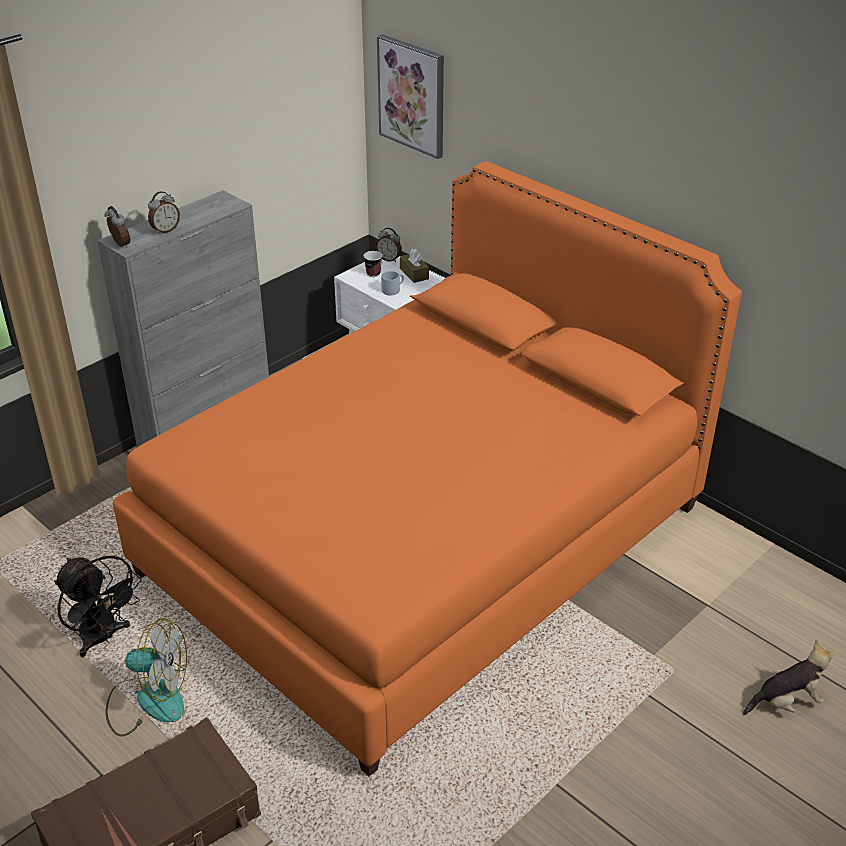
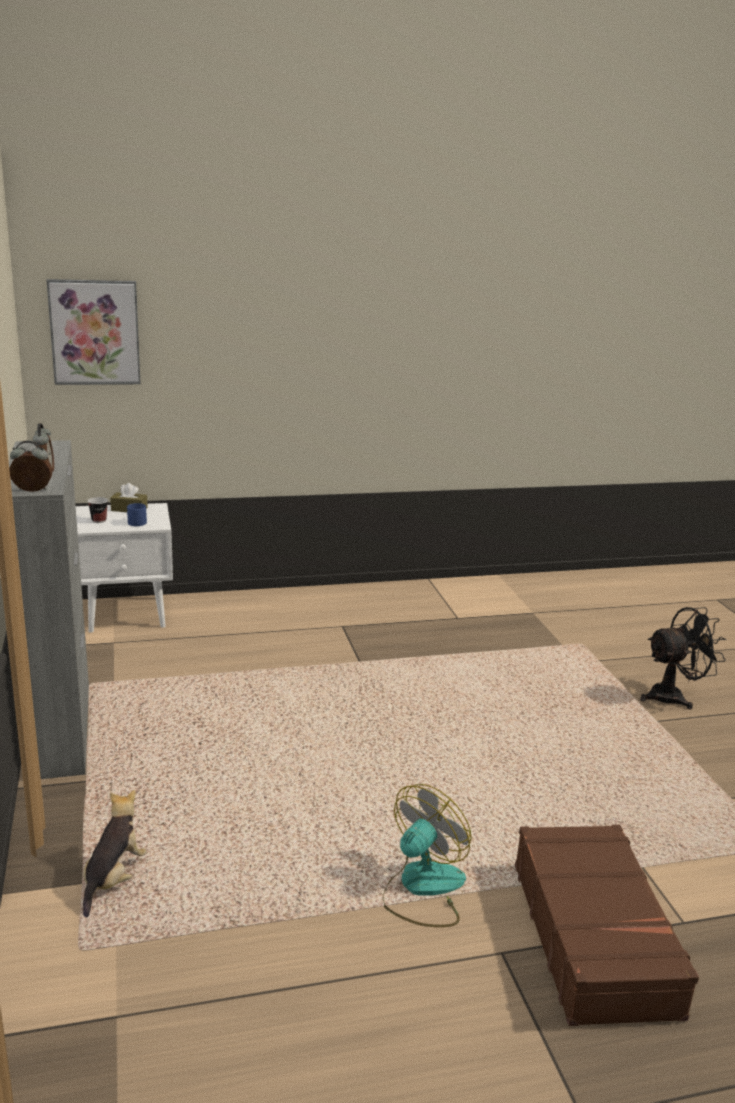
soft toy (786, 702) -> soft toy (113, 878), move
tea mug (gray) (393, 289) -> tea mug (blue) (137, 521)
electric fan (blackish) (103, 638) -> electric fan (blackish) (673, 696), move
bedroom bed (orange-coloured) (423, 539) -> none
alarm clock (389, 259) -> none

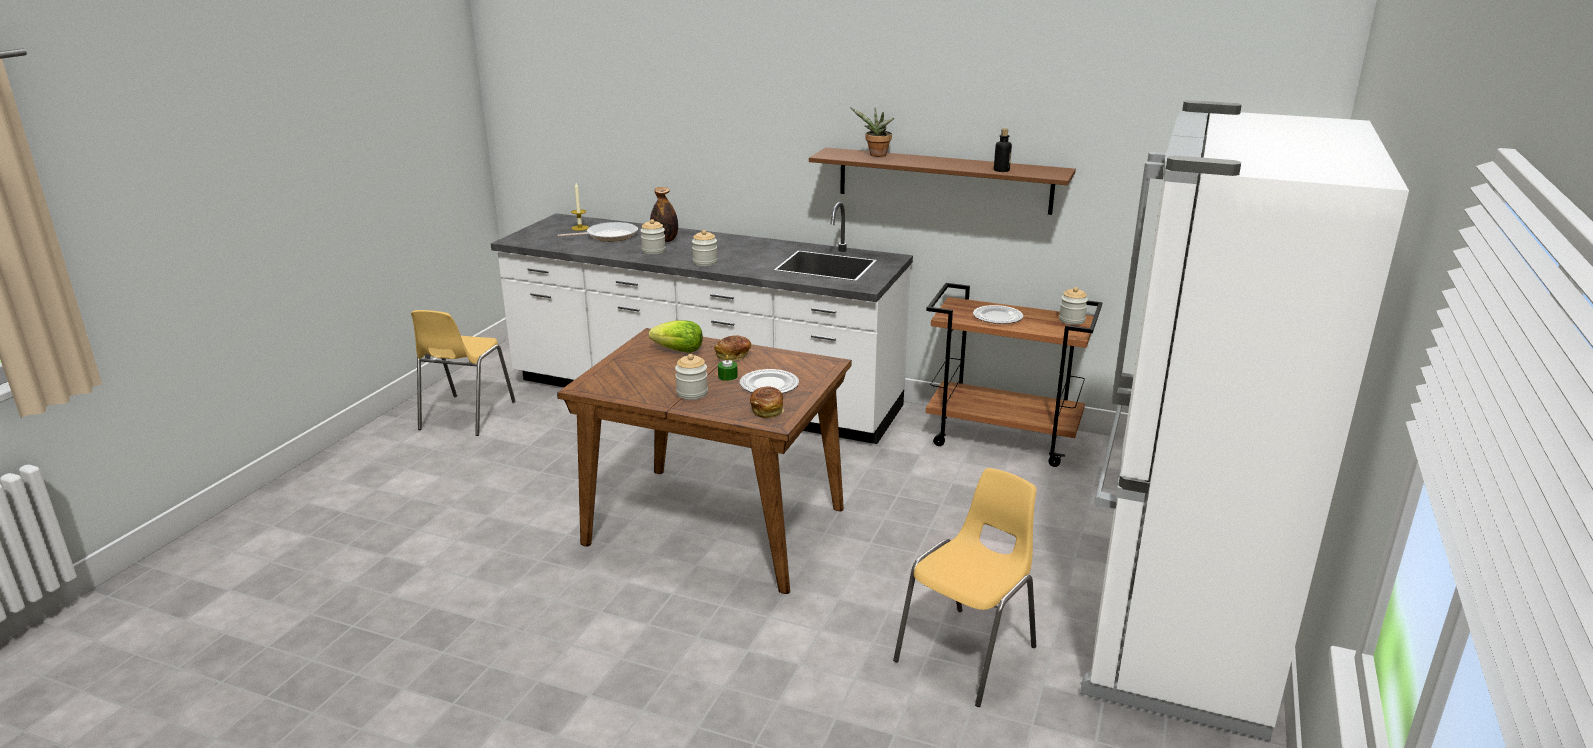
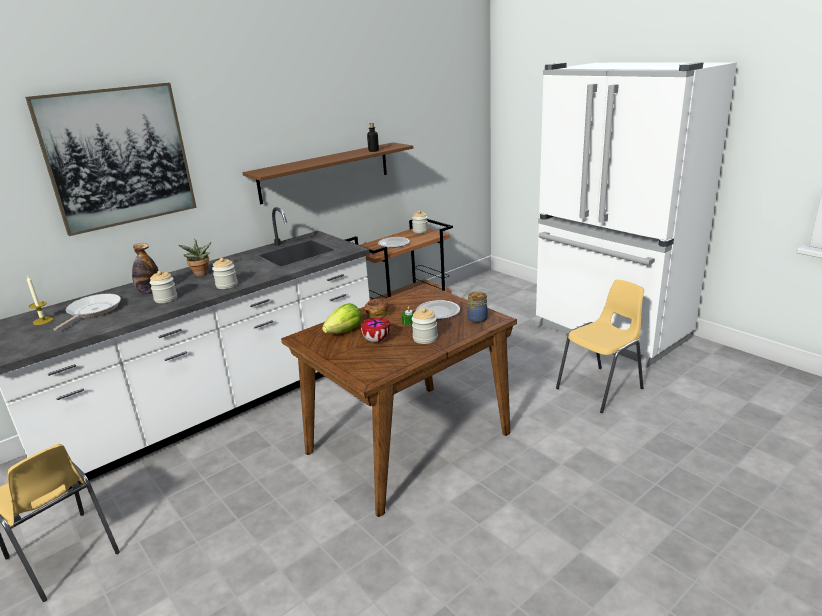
none -> wall art (118, 157)
potted plant (876, 155) -> potted plant (201, 275), move
none -> serving bowl (376, 340)
baked bread (767, 410) -> jar (476, 319)
chair (yellow) (968, 654) -> chair (yellow) (601, 389), 75 degrees clockwise

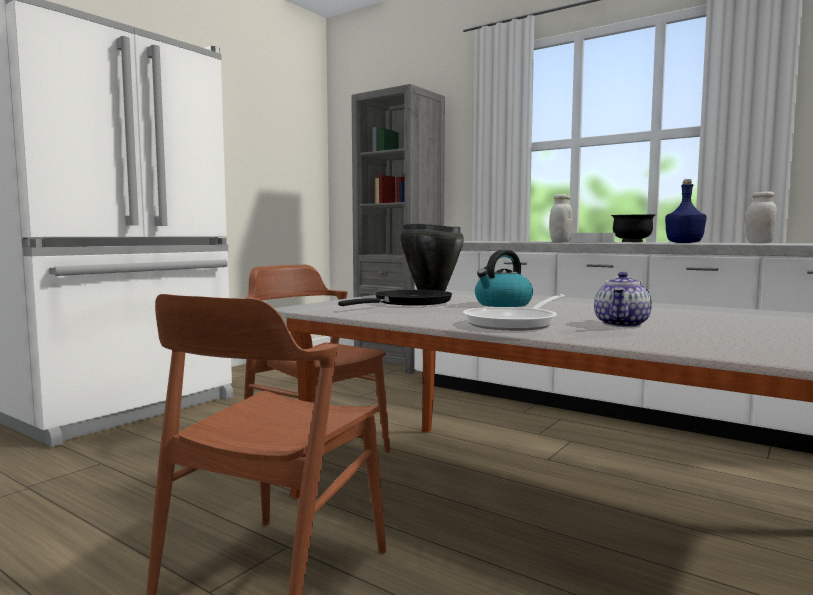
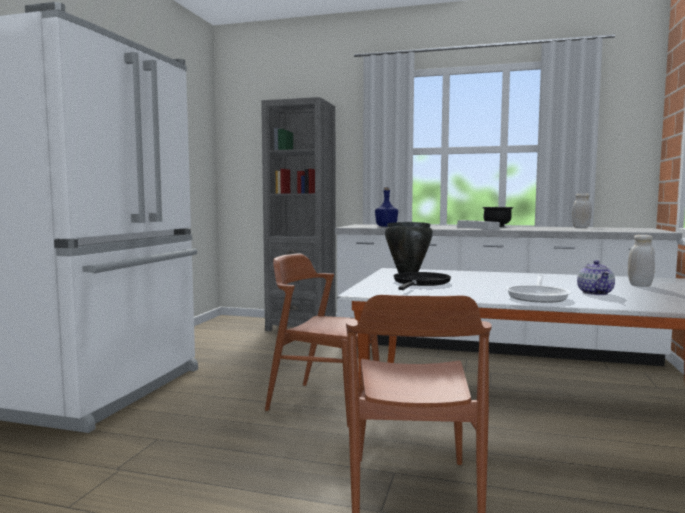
beverage bottle (blue) (683, 243) -> beverage bottle (blue) (386, 226), move
jar (white-coloured) (560, 242) -> jar (white-coloured) (639, 285), move
water kettle (502, 304) -> none

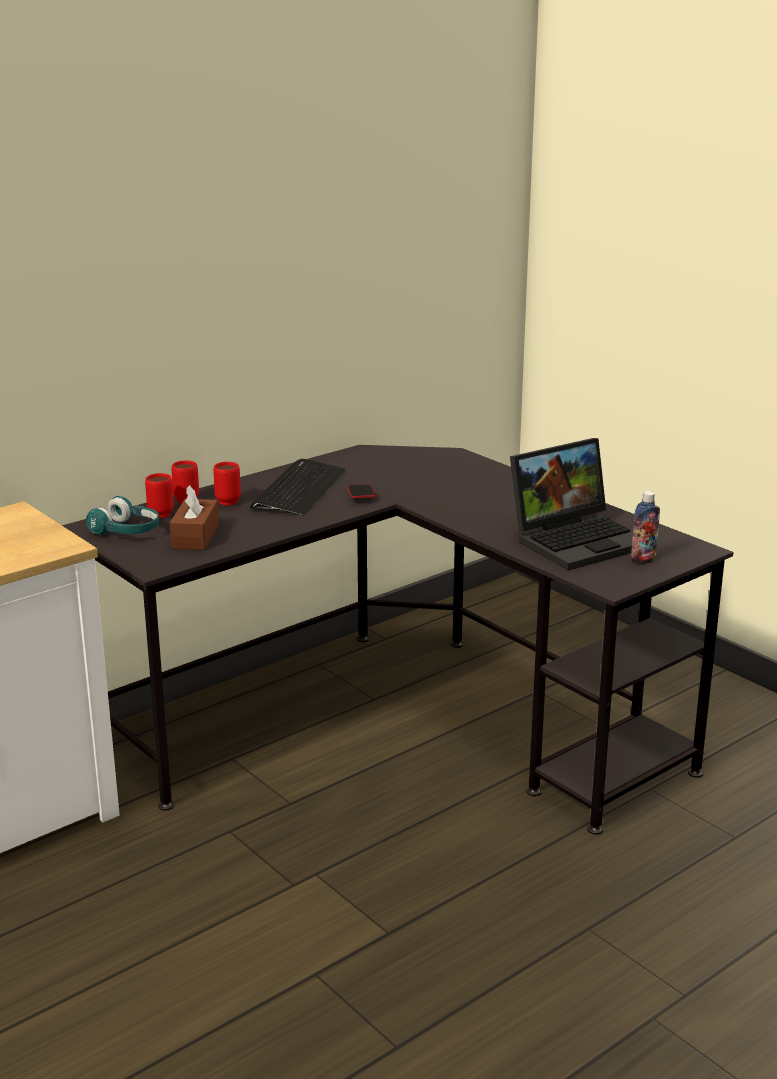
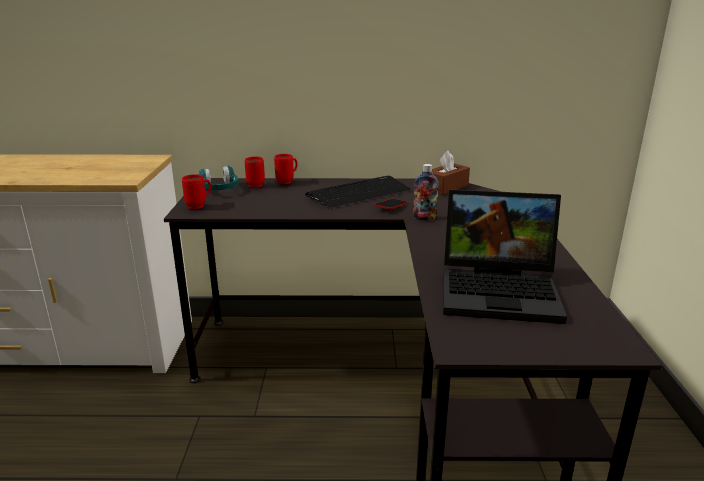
tea mug (red-coloured) (229, 500) -> tea mug (red-coloured) (200, 206), move
beverage bottle (643, 560) -> beverage bottle (424, 218), move
box of tissues (brown-coloured) (195, 536) -> box of tissues (brown-coloured) (446, 187), move

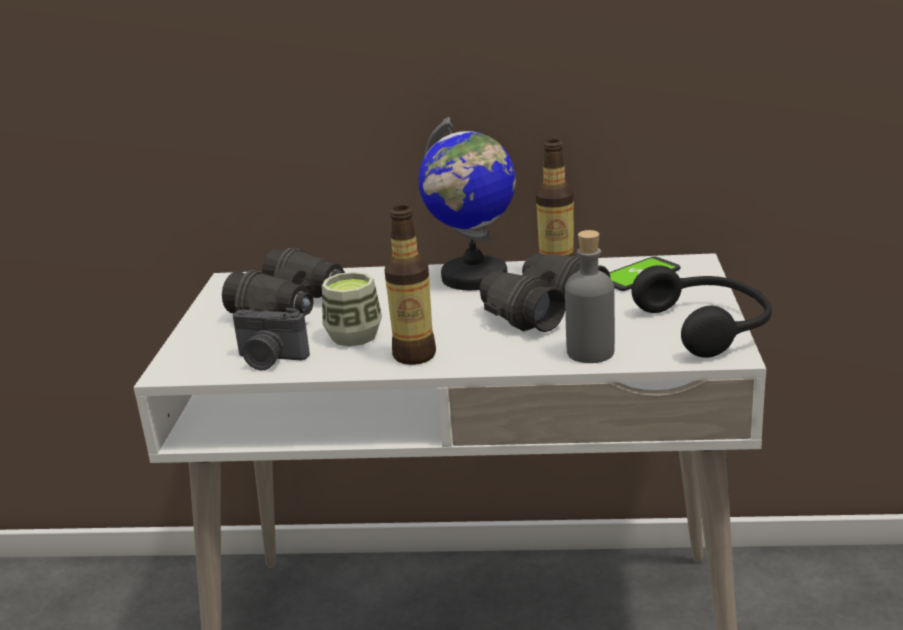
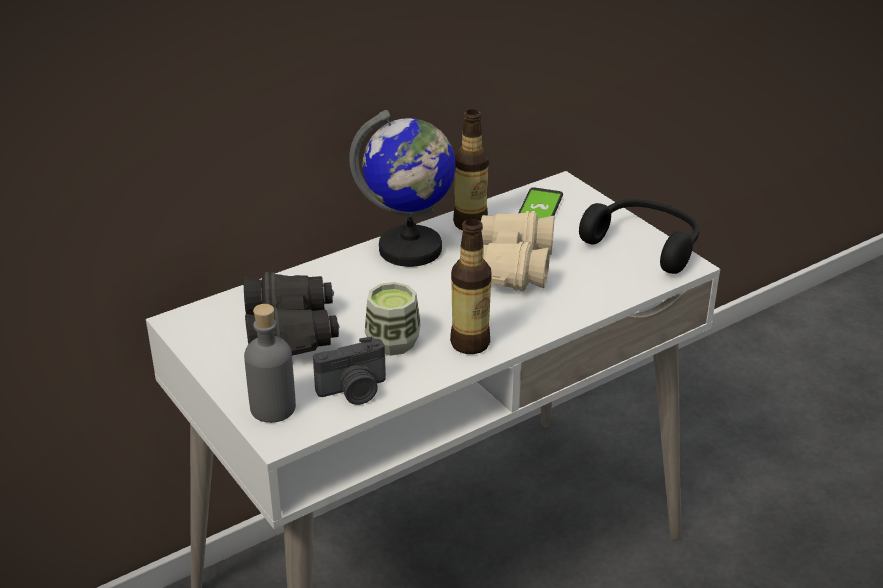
beverage bottle (gray) (590, 352) -> beverage bottle (gray) (273, 408), move
field glasses (blackish) (540, 310) -> field glasses (beige) (508, 266)

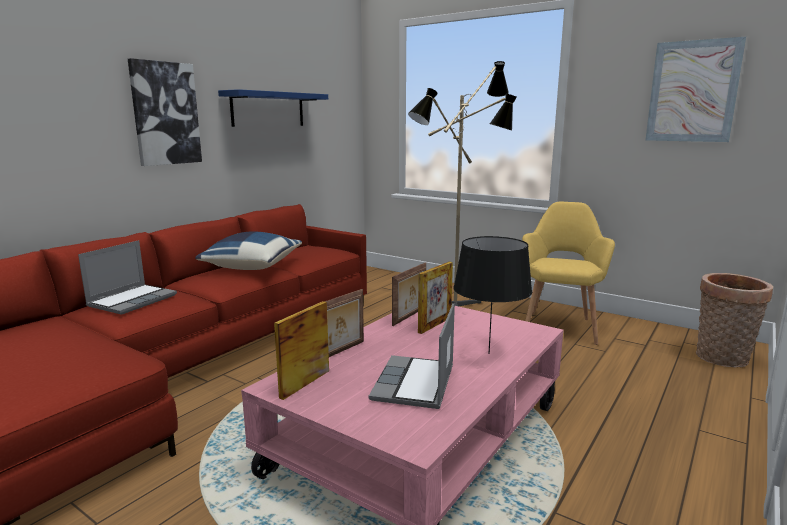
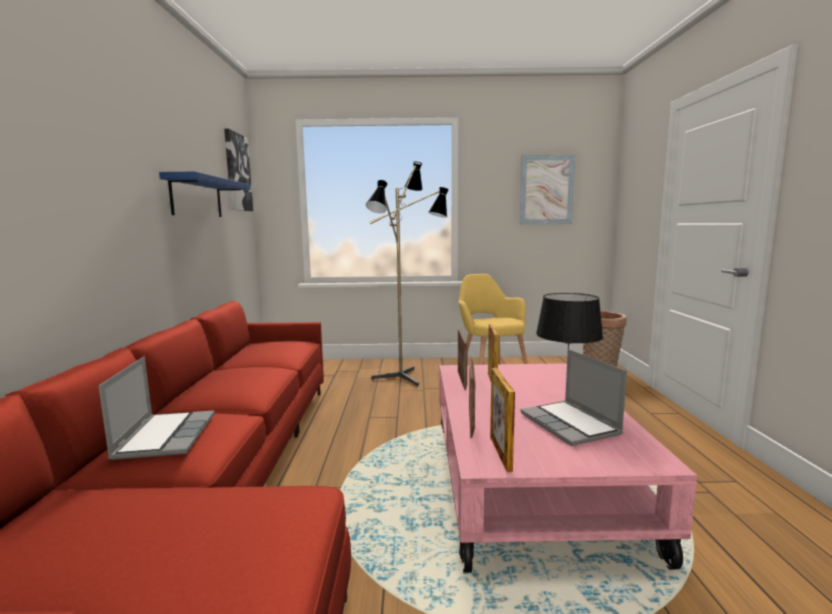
wall art (165, 113) -> wall art (237, 172), move
throw pillow (blue) (252, 266) -> none

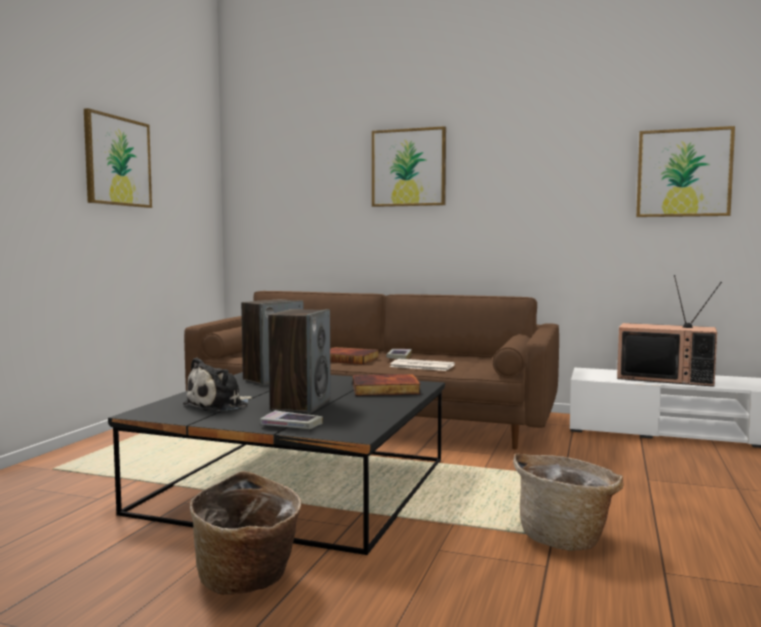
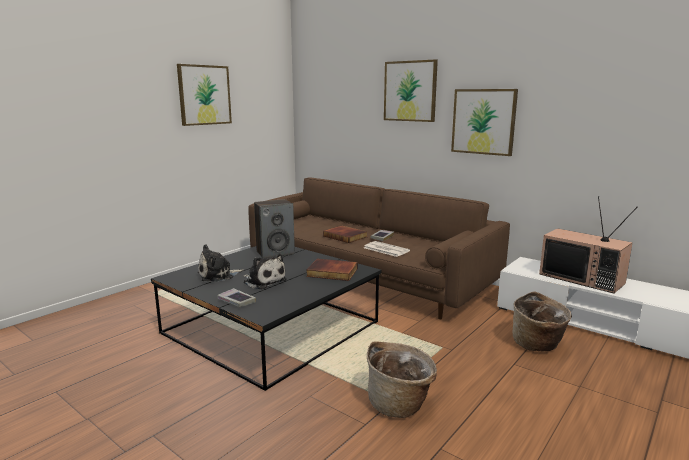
audio speaker (300, 404) -> soft toy (263, 281)
wall art (683, 173) -> wall art (483, 121), move
basket (248, 580) -> basket (537, 345), move

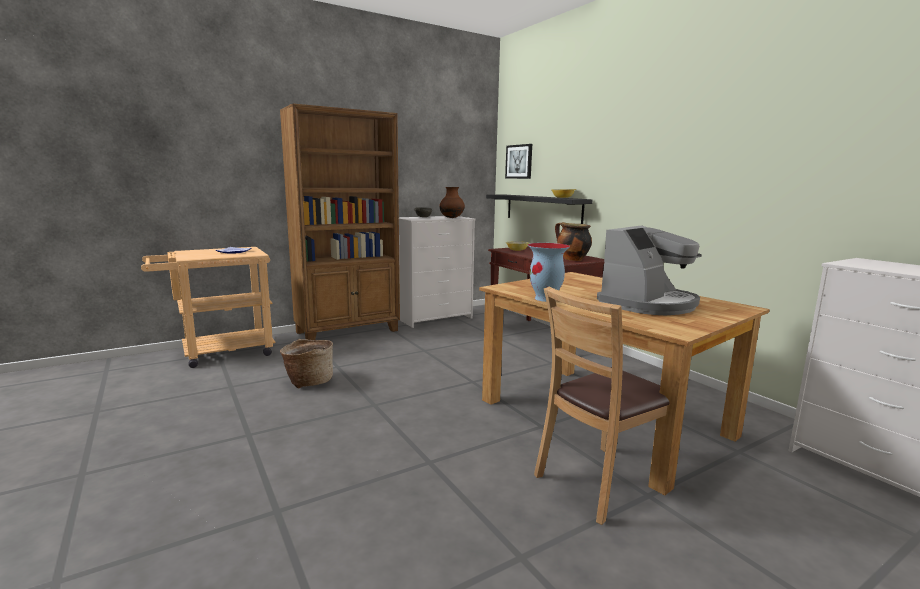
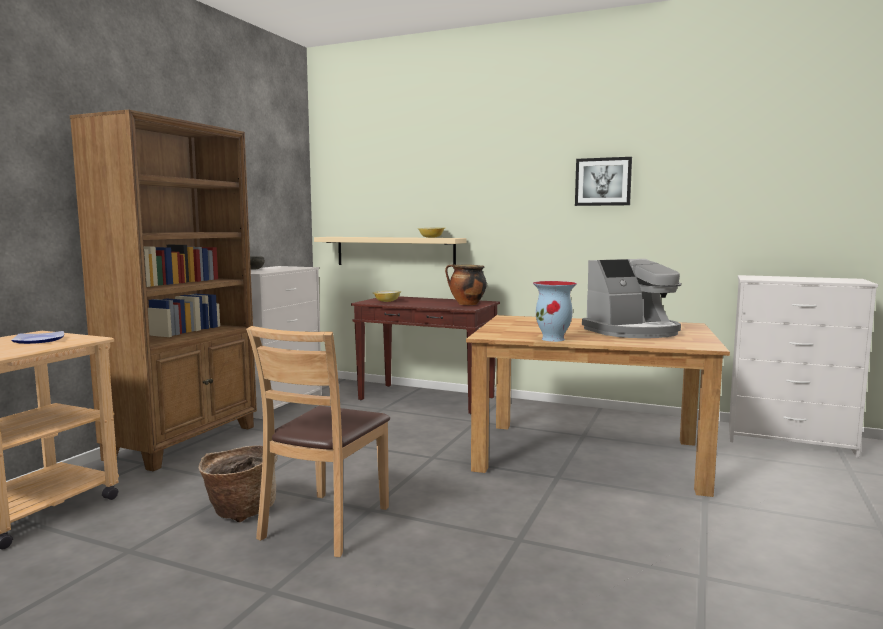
chair (brown-coloured) (600, 481) -> chair (brown-coloured) (326, 524), move
wall shelf (blackish) (542, 209) -> wall shelf (beige) (395, 252)
wall art (519, 161) -> wall art (603, 181), move
coffee maker (648, 304) -> coffee maker (633, 331), 60 degrees clockwise
flower vase (brown-coloured) (451, 218) -> none

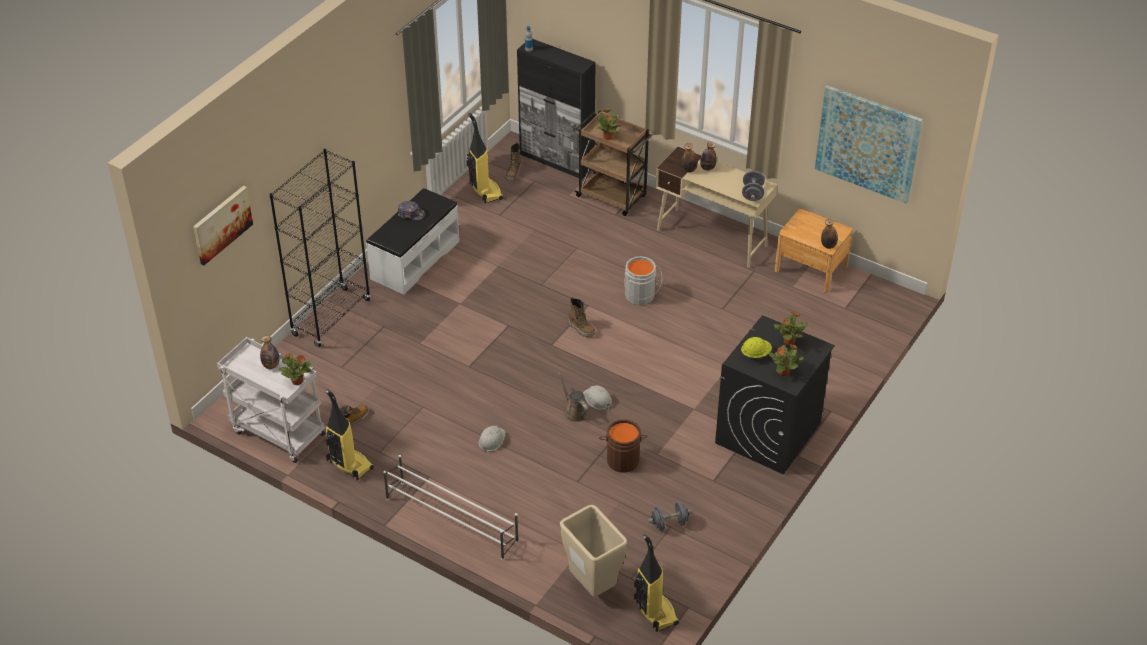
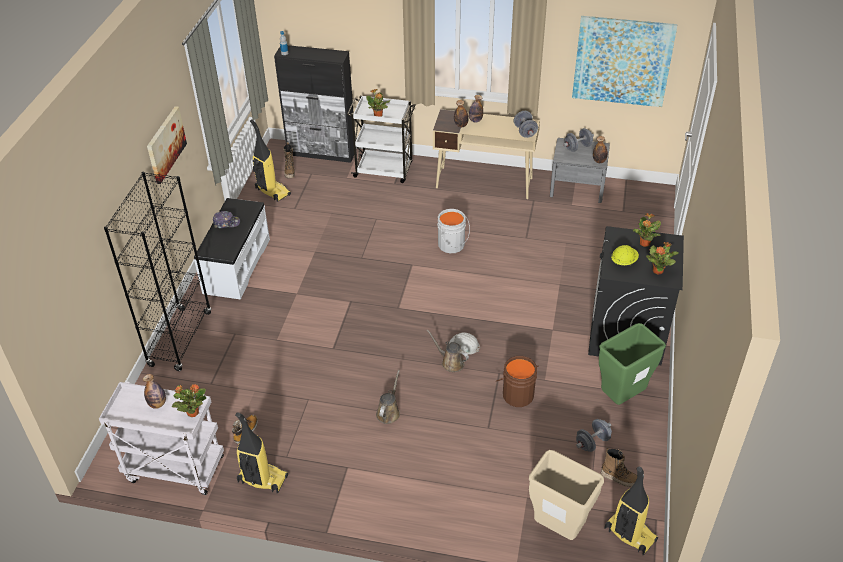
wall art (222, 224) -> wall art (165, 144), move
trolley (brown-coloured) (612, 197) -> trolley (white-coloured) (384, 170)
hard hat (white-coloured) (491, 440) -> watering pot (brown-coloured) (389, 412)
nightstand (brown-coloured) (810, 269) -> nightstand (gray) (577, 187)
none -> free weight (gray) (577, 147)
none -> rubbish bin (greenish) (622, 396)
boot (581, 329) -> boot (619, 478), move
shoe rack (white-coloured) (451, 519) -> none

